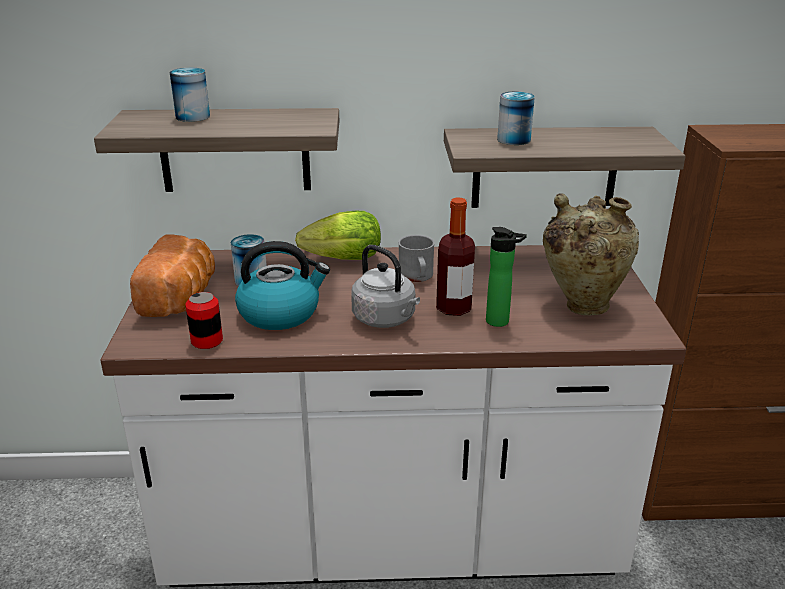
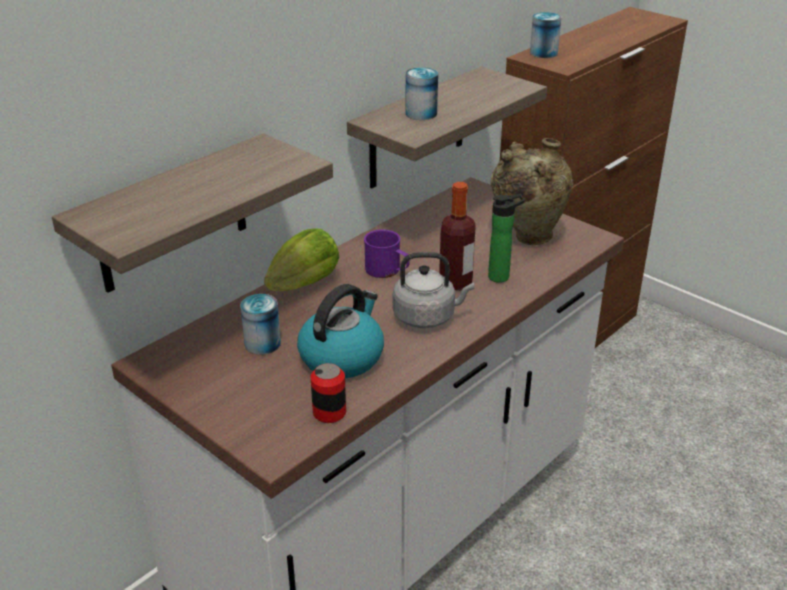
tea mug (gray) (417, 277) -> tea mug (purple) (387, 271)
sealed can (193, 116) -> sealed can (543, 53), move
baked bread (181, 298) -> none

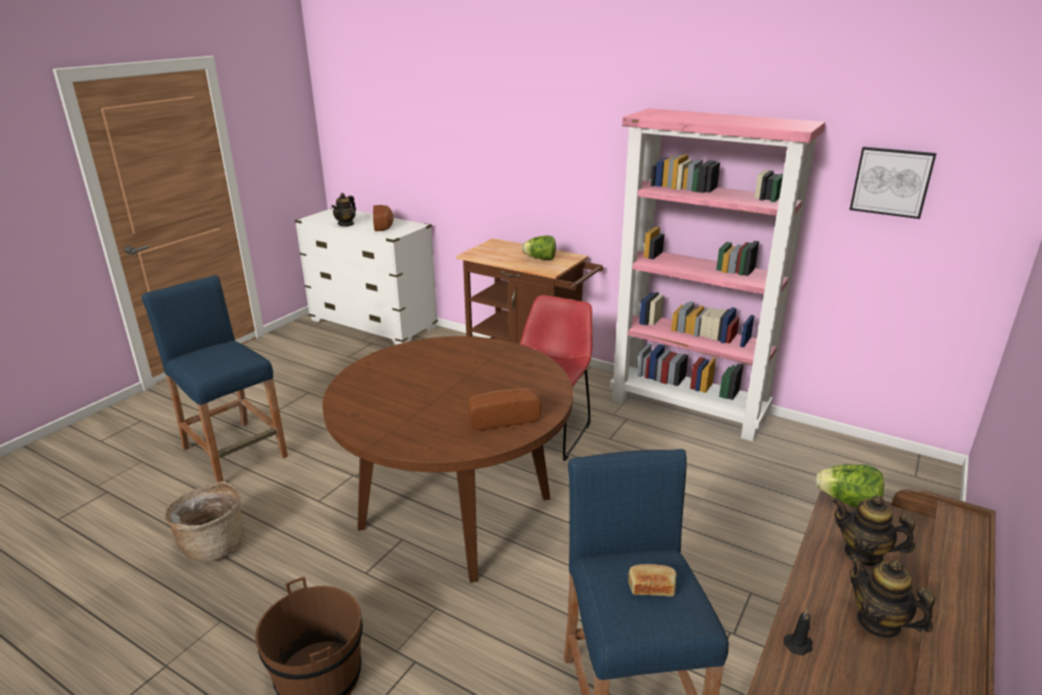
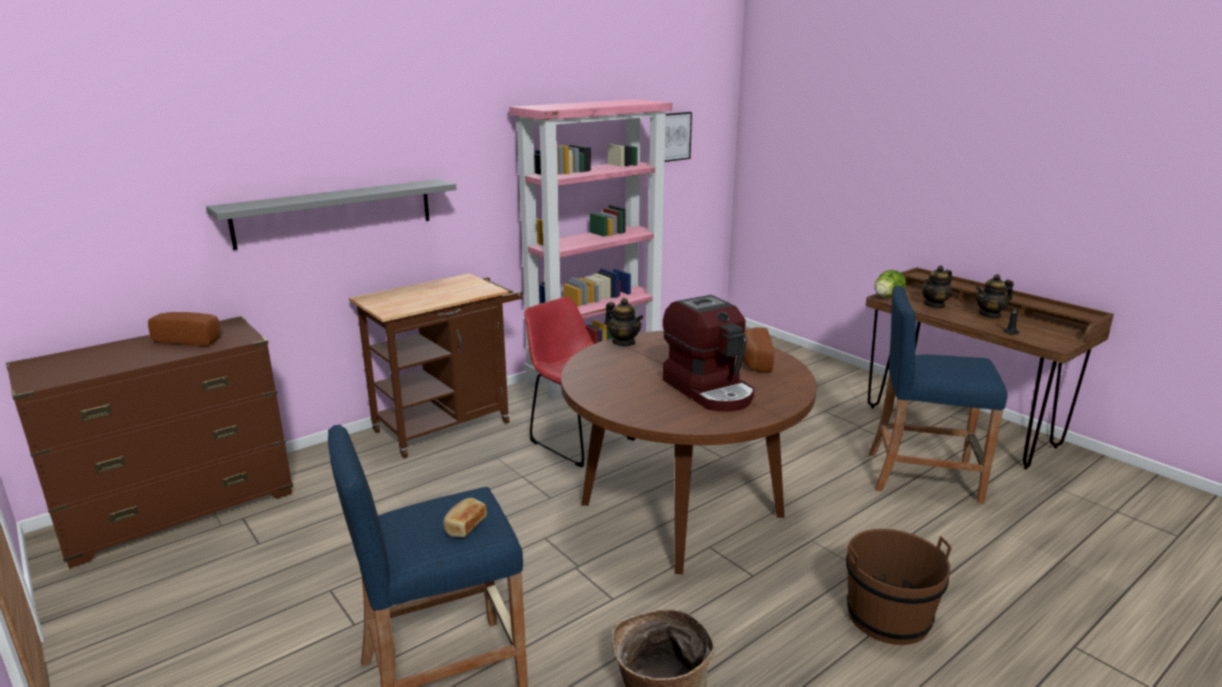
chest of drawers (white-coloured) (373, 324) -> chest of drawers (brown-coloured) (180, 510)
none -> wall shelf (gray) (335, 212)
baked bread (651, 587) -> baked bread (464, 526), move
tea pot (346, 224) -> tea pot (623, 342), move
none -> coffee maker (710, 390)
lettuce (540, 259) -> none

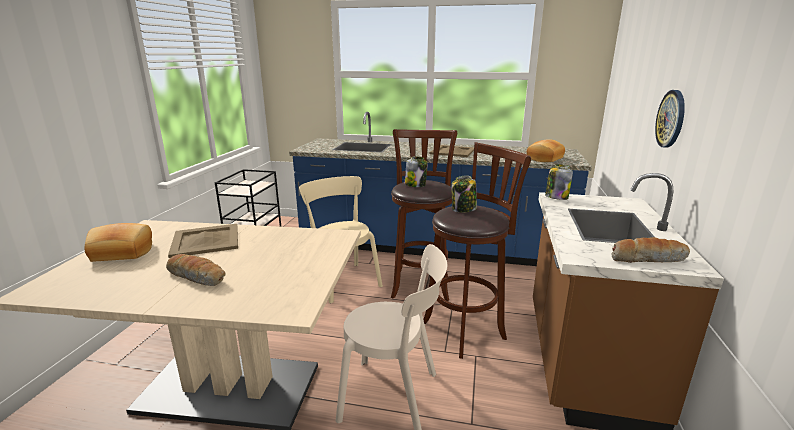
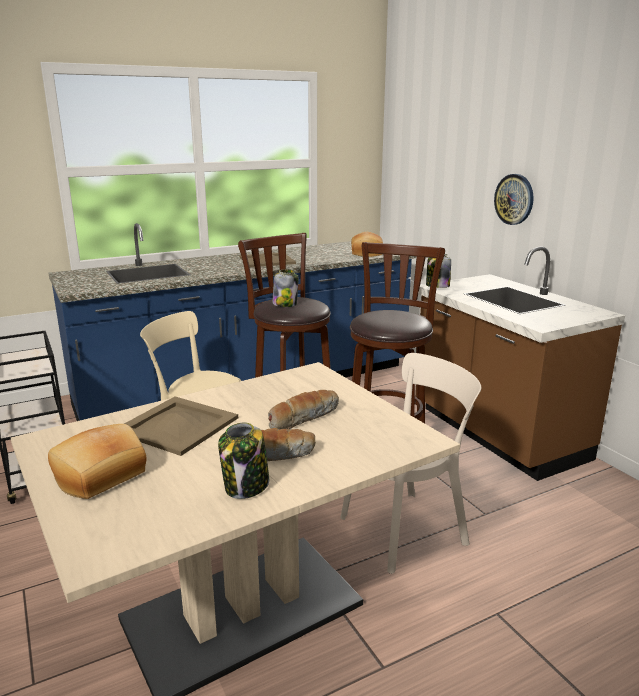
jar (463, 209) -> jar (246, 486), move
baked bread (647, 258) -> baked bread (303, 417), move

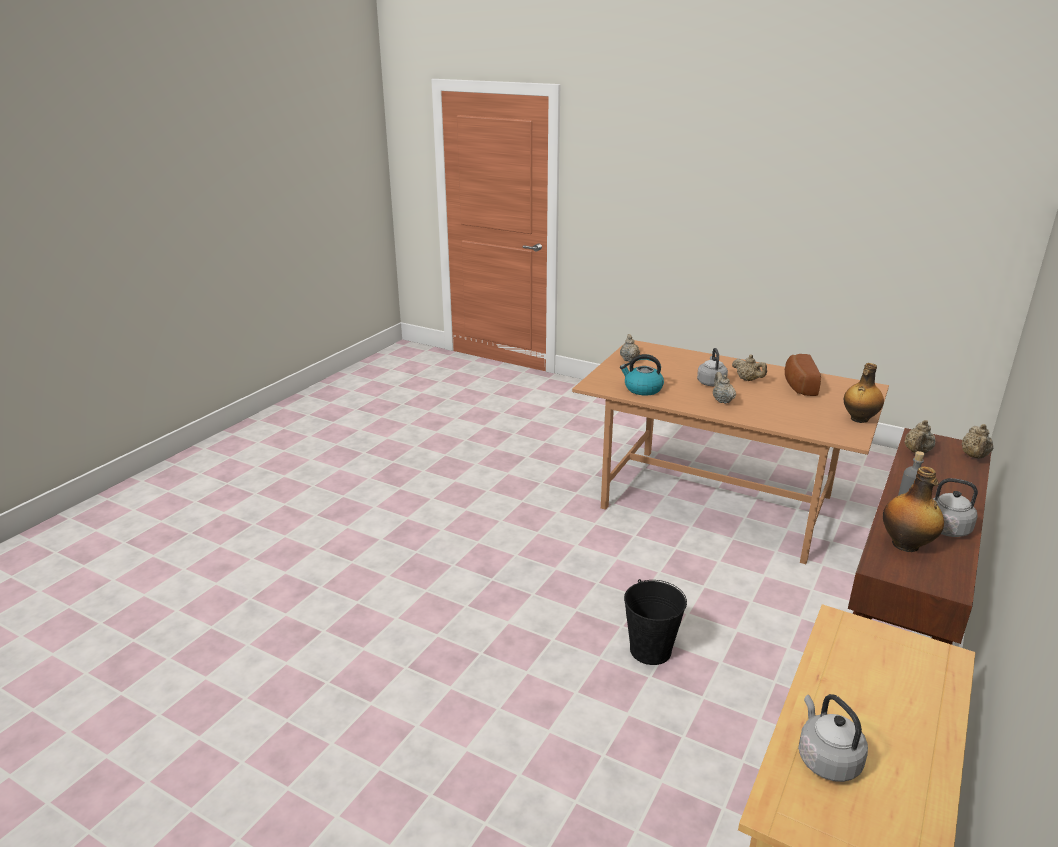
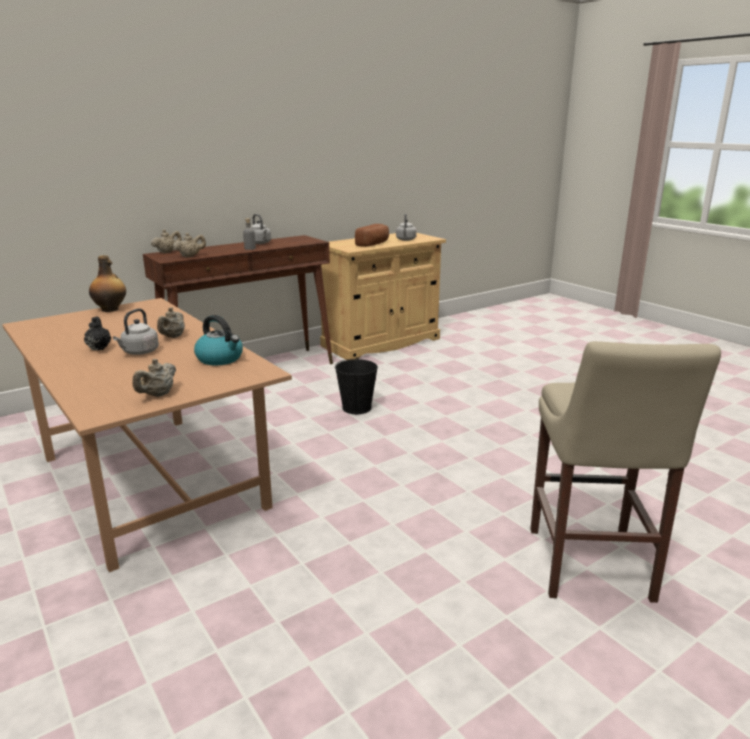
tea pot (beige) (748, 380) -> tea pot (blackish) (99, 348)
baked bread (798, 385) -> baked bread (374, 244), move
none -> stool seat (beige) (590, 568)
beverage bottle (906, 545) -> none

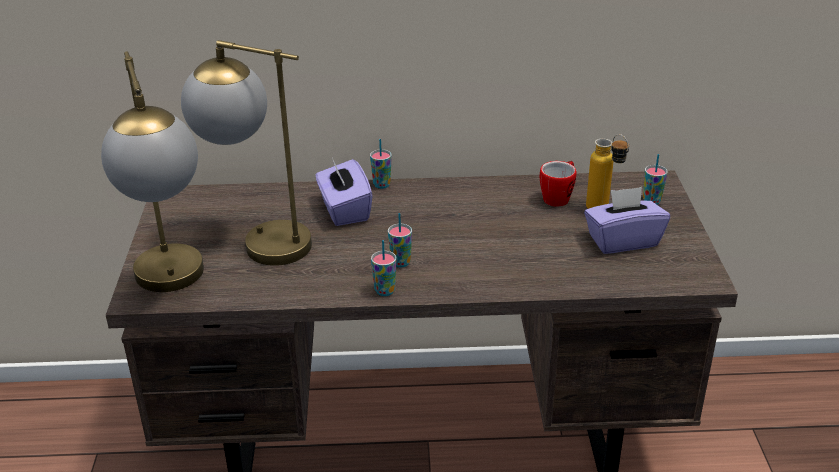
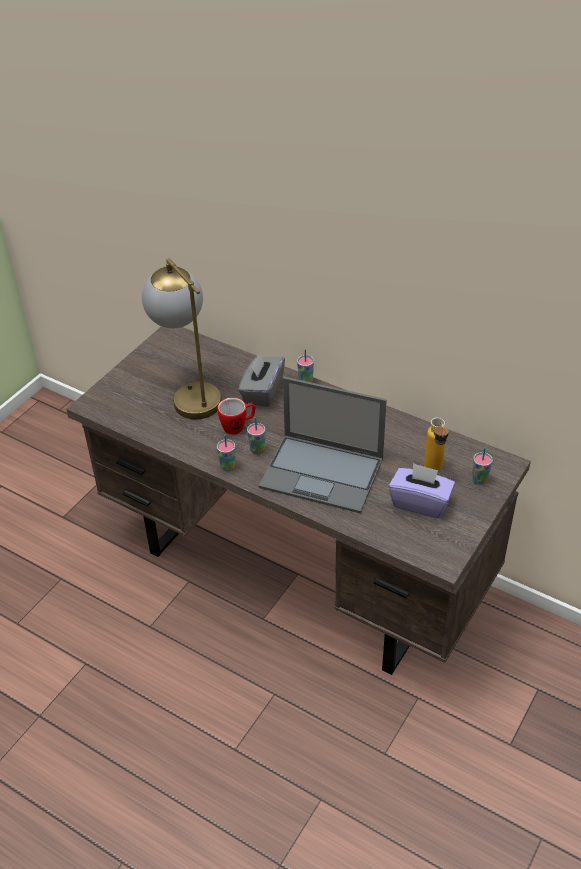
tea mug (559, 197) -> tea mug (238, 426), move
box of tissues (purple) (344, 210) -> box of tissues (gray) (262, 392)
none -> notebook computer (323, 473)
tabletop lamp (174, 286) -> none

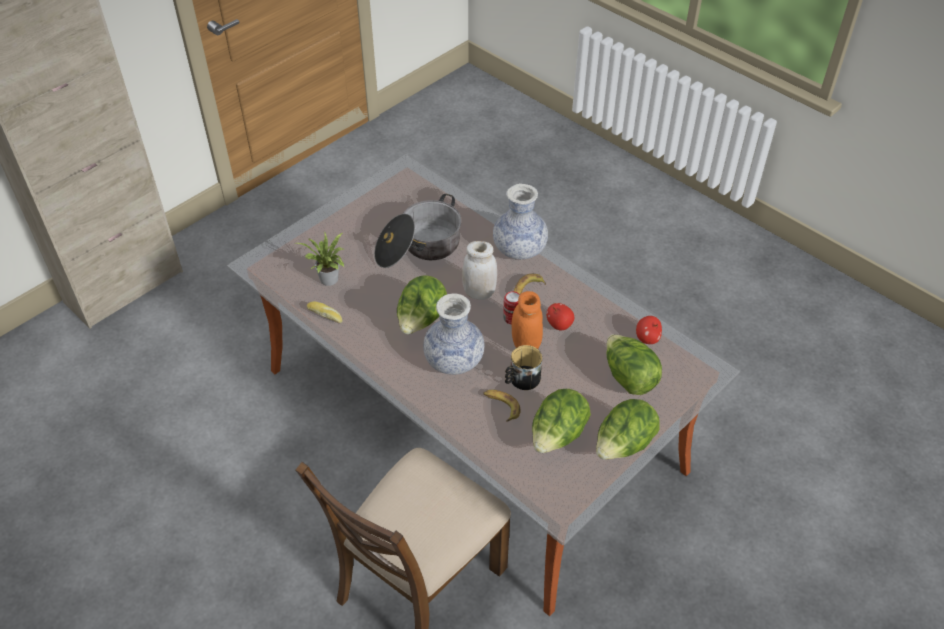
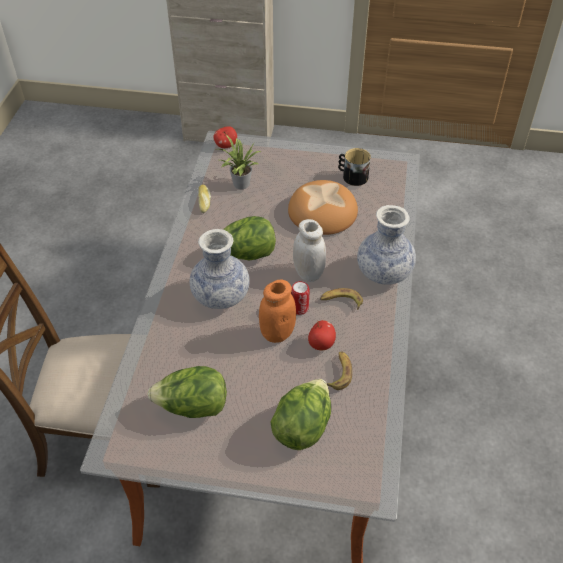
whole apple (647, 338) -> whole apple (226, 145), move
cooking pot (418, 248) -> baked bread (322, 212)
banana fruit (501, 406) -> banana fruit (339, 372), move
tea mug (521, 379) -> tea mug (352, 176), move
lettuce (623, 445) -> none

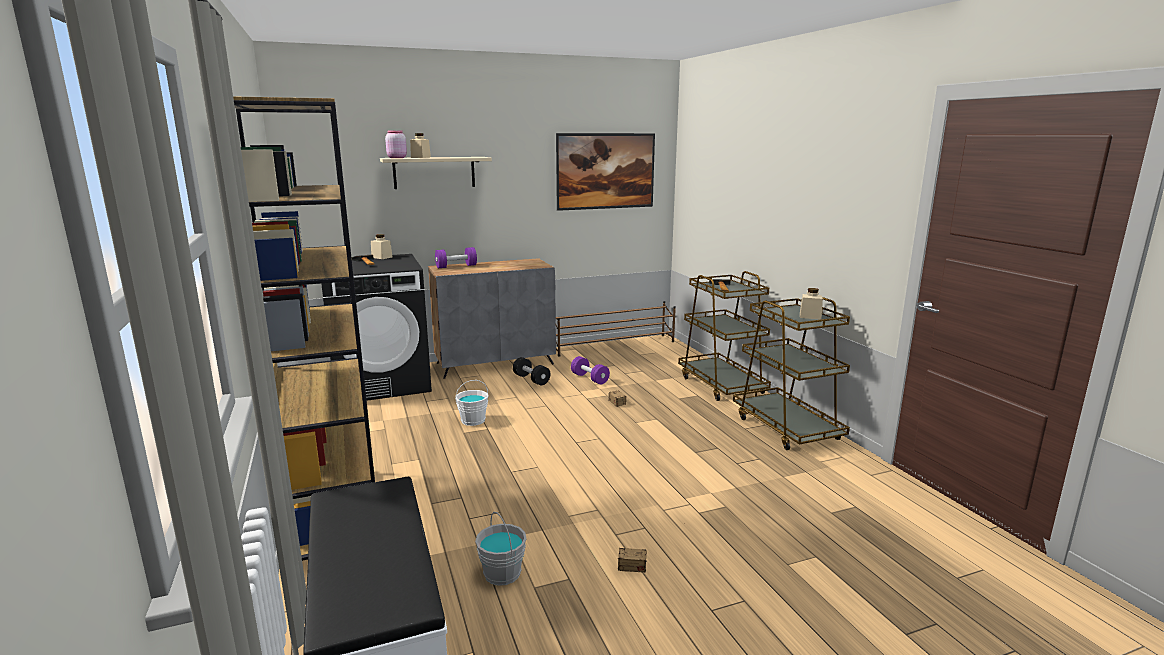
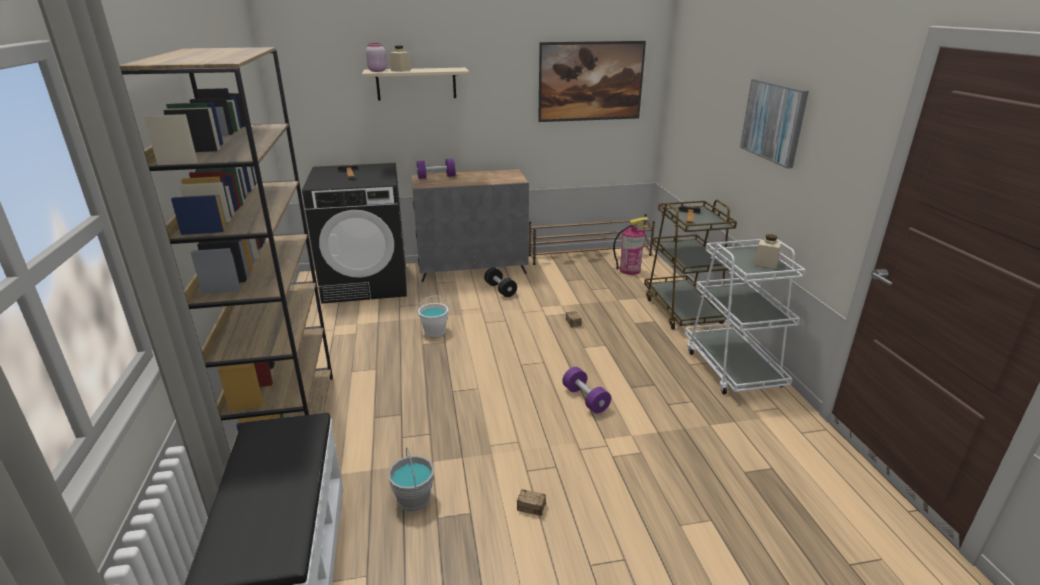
free weight (purple) (589, 378) -> free weight (purple) (585, 399), move
none -> extinguisher (630, 270)
trolley (brown-coloured) (786, 428) -> trolley (white-coloured) (732, 368)
none -> wall art (773, 121)
jar (beige) (382, 257) -> none

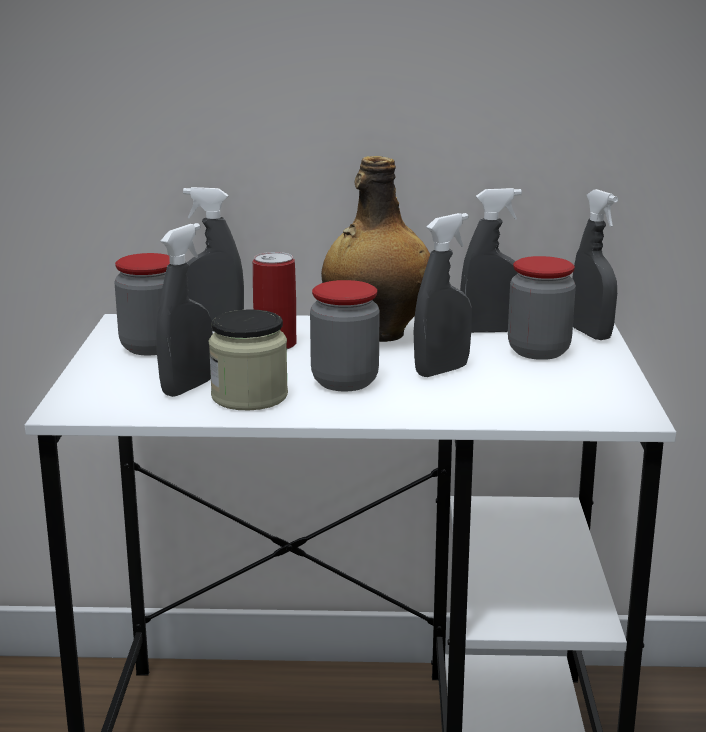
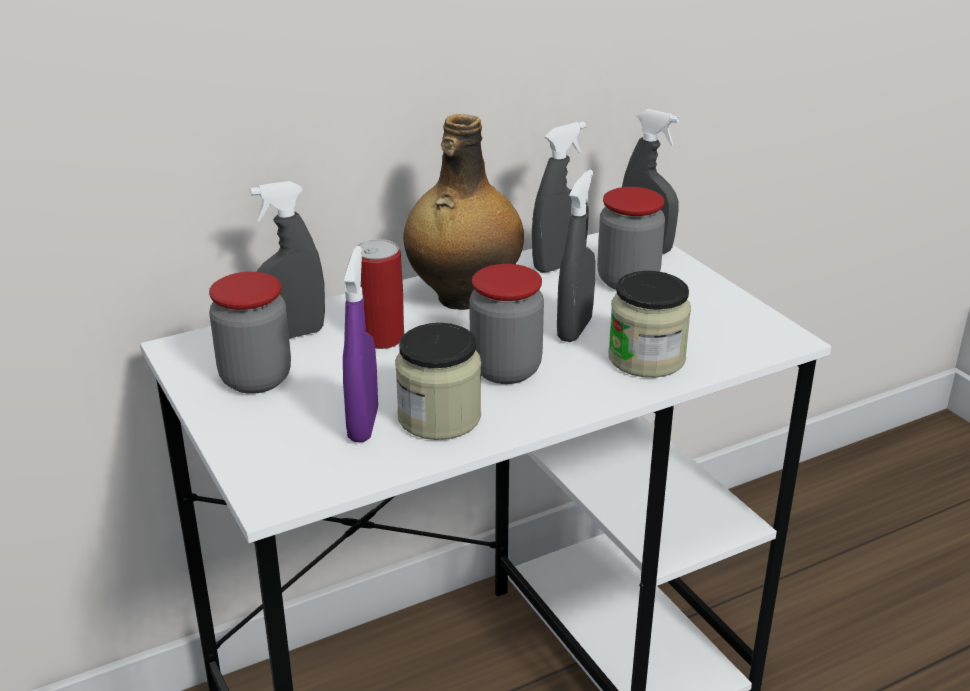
hand sprayer (gray) (187, 388) -> hand sprayer (purple) (363, 425)
none -> jar (646, 358)

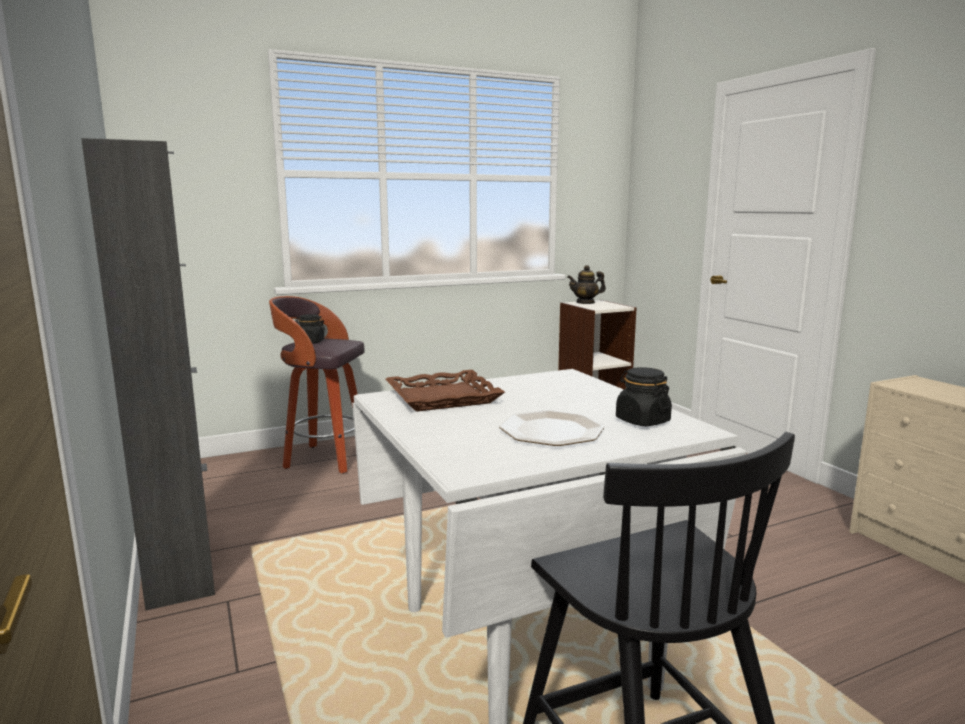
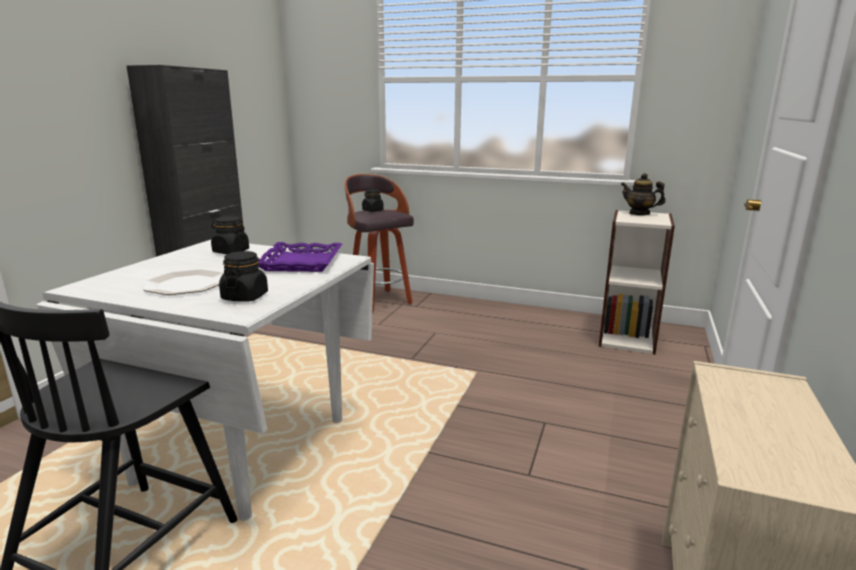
tray (brown-coloured) (443, 397) -> jar (blackish) (230, 251)
none -> tray (purple) (300, 262)

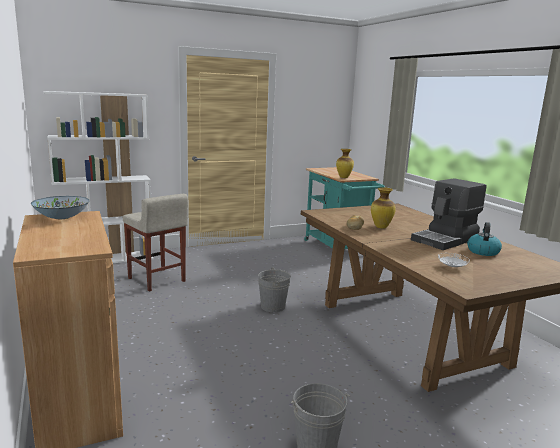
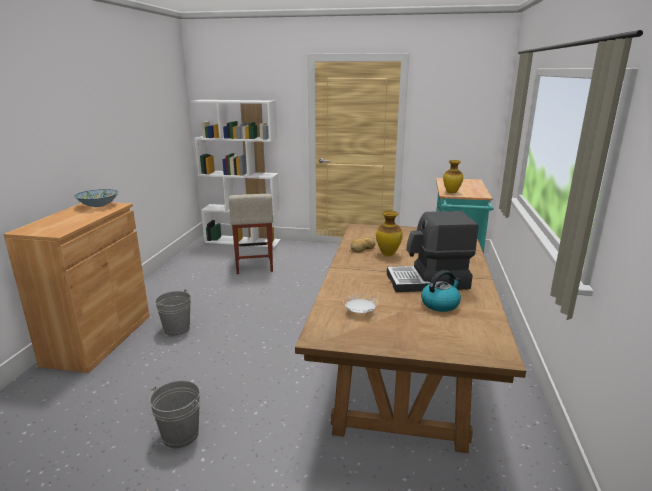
pail (gray) (273, 306) -> pail (gray) (176, 329), move

